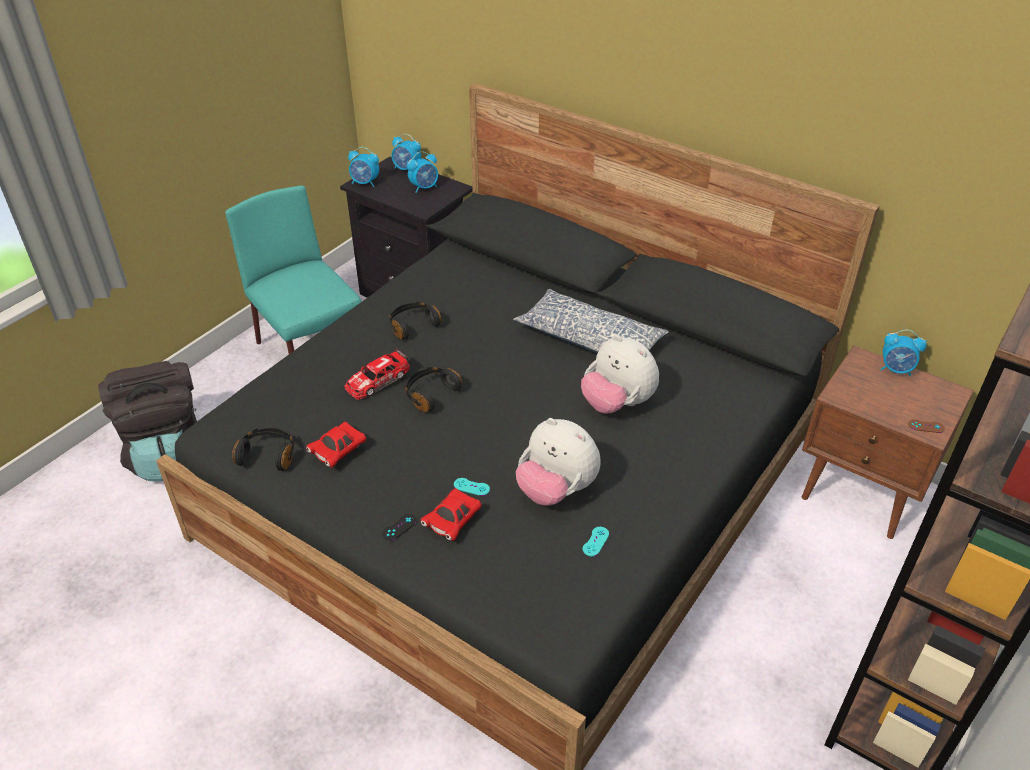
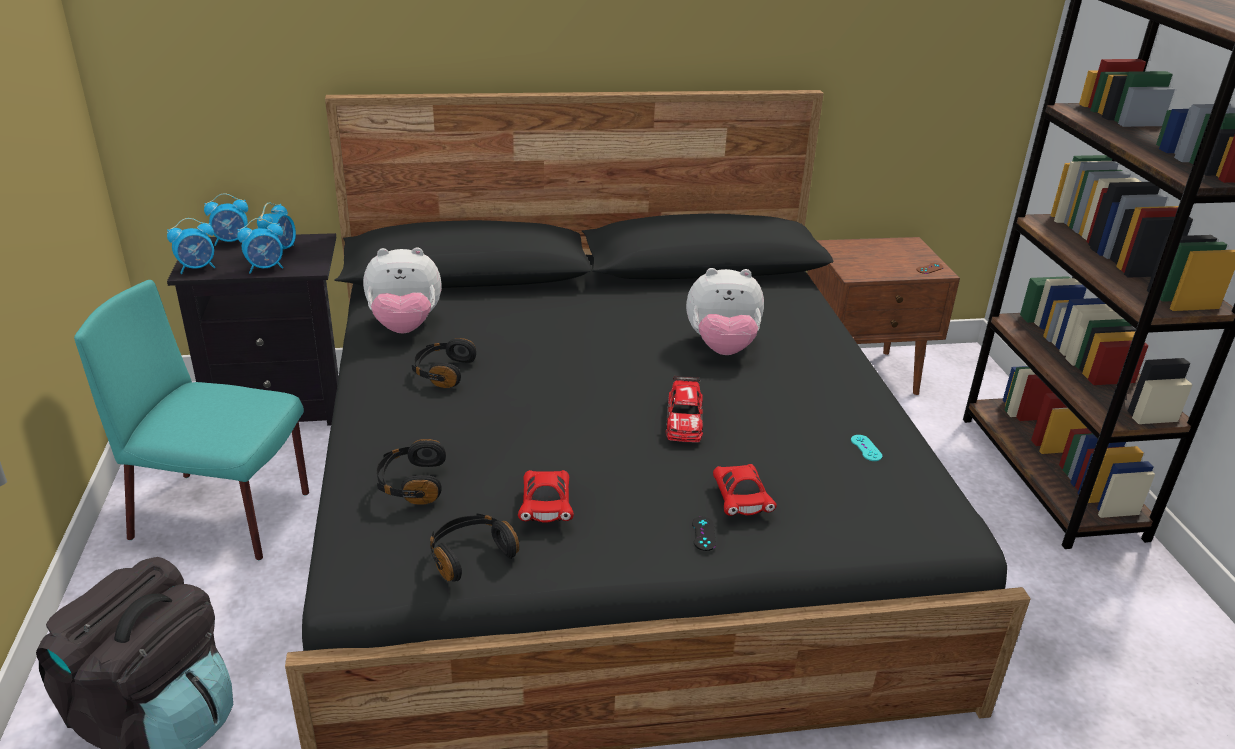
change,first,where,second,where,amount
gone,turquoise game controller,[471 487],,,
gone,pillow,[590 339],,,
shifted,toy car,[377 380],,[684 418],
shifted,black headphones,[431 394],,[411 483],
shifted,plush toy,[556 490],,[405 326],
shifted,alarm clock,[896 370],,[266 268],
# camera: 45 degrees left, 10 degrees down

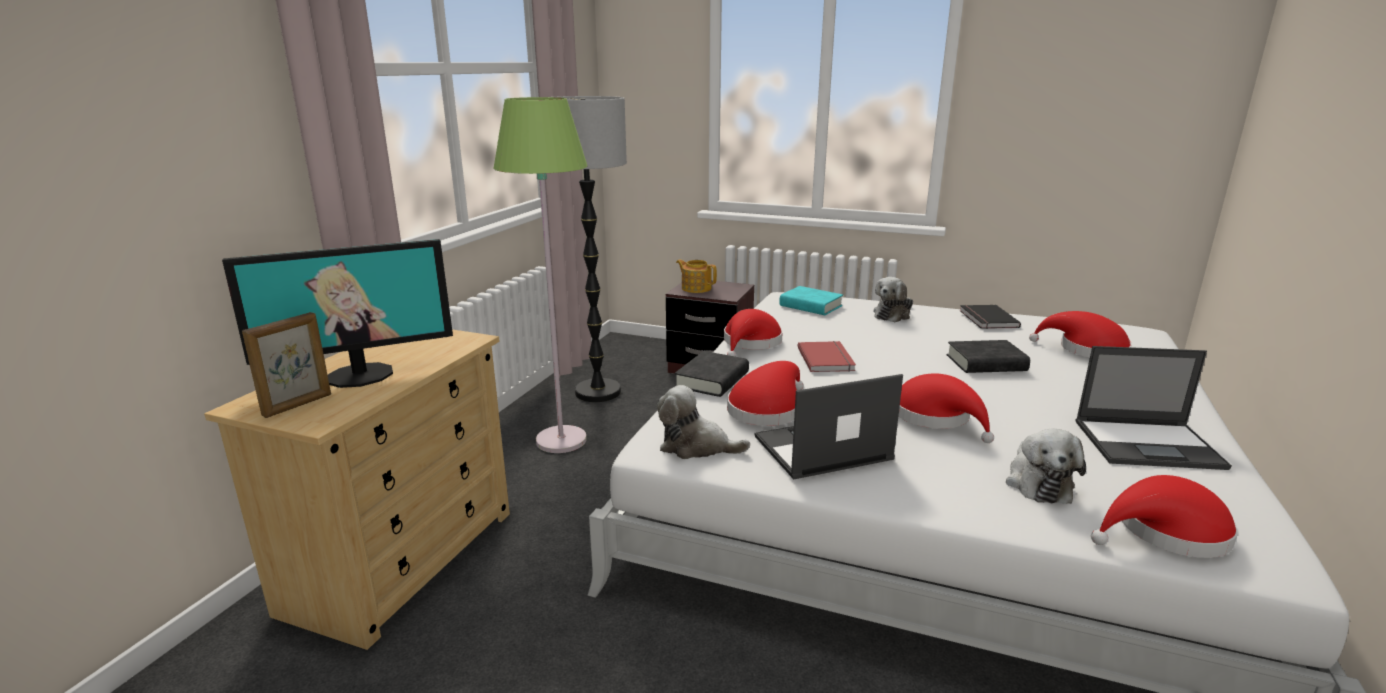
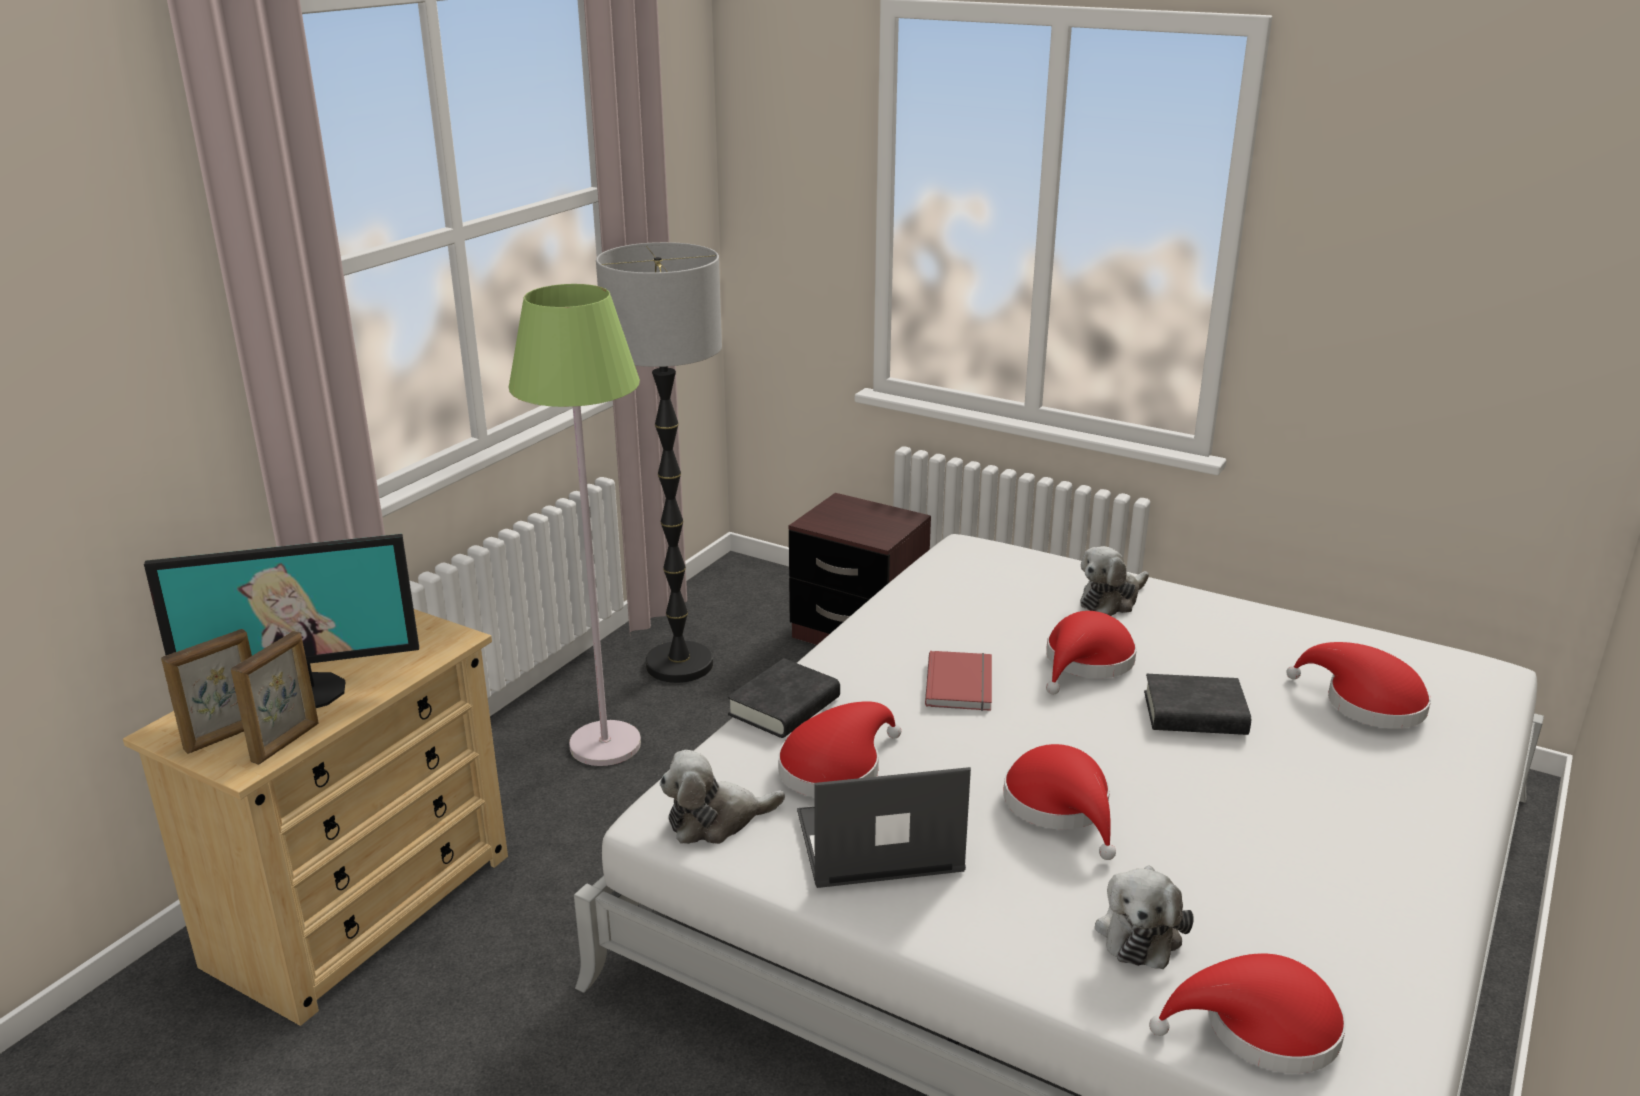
change,first,where,second,where,amount
gone,teapot,[696 288],,,
gone,turquoise book,[810 306],,,
gone,black book,[986 319],,,
gone,laptop,[1149 444],,,
new,,,picture frame,[287 742],
shifted,red hat,[750 343],,[1086 662],
rotated,plush toy,[696 446],,[716 820],45 degrees counterclockwise
# camera: 10 degrees right, 5 degrees up

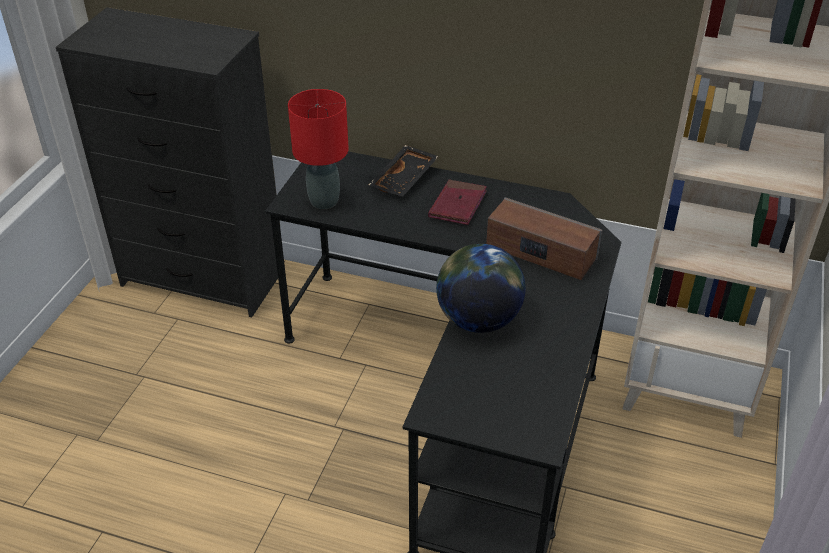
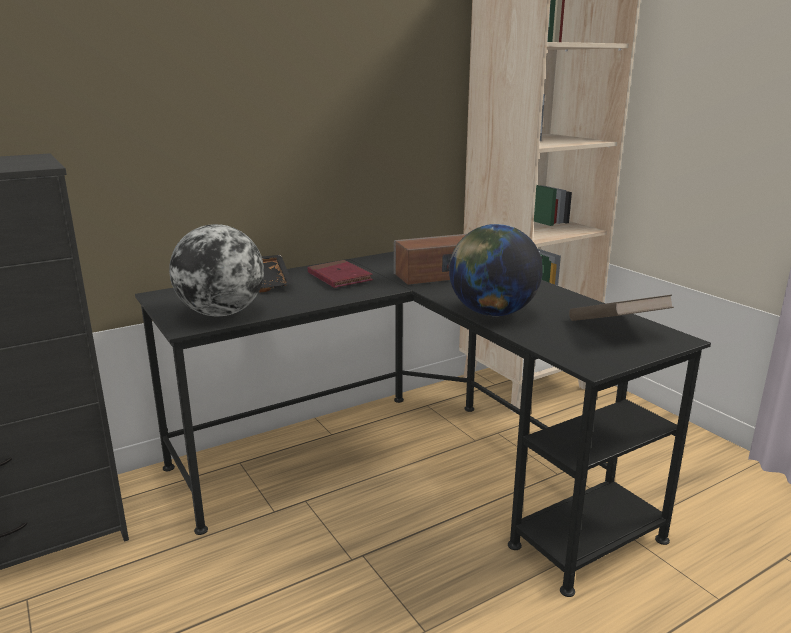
change,first,where,second,where,amount
new,,,brown book,[616 329],
swapped,red table lamp,[324 201],globe,[221 313],
# camera: 50 degrees left, 20 degrees down

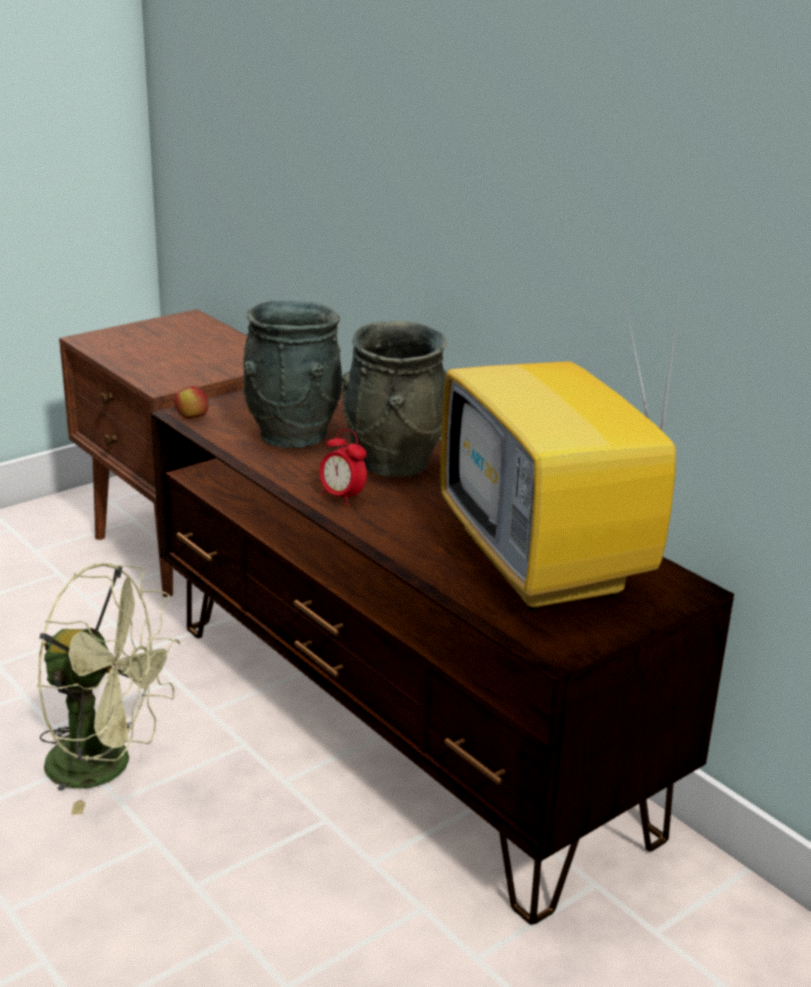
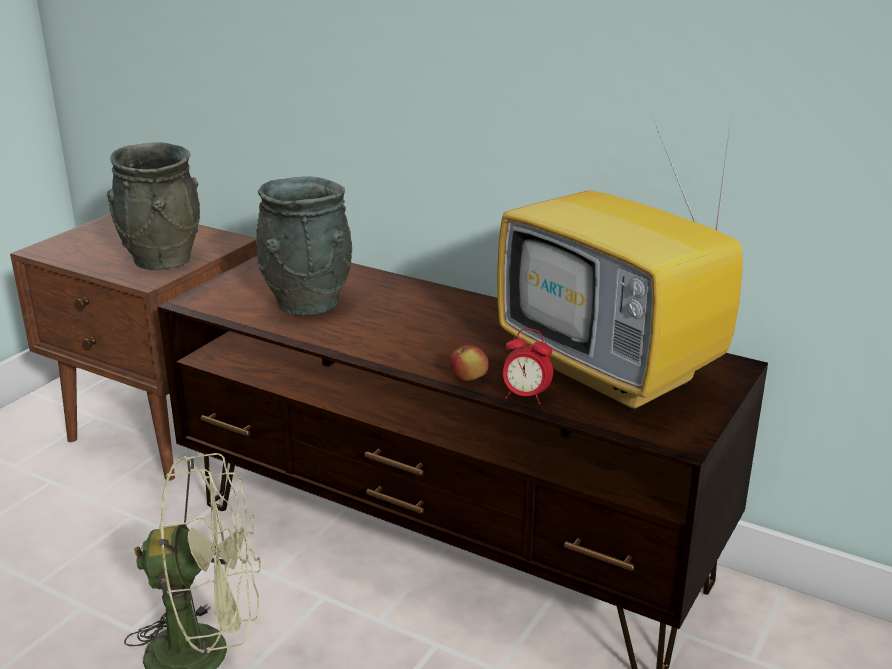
change,first,where,second,where,amount
shifted,apple,[192 418],,[469 379],
shifted,alarm clock,[342 497],,[525 396],
shifted,grey vase,[393 462],,[161 259],
# camera: 20 degrees left, 0 degrees up

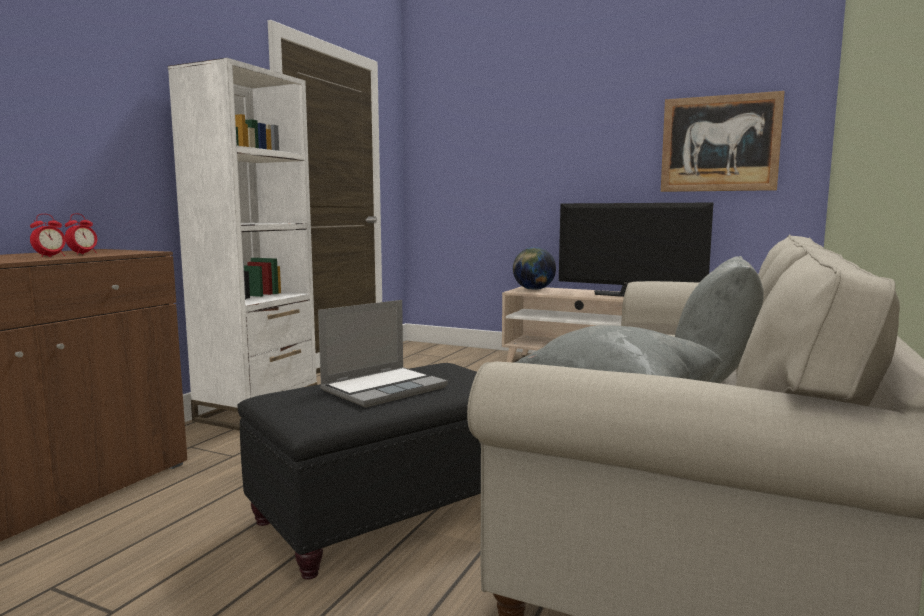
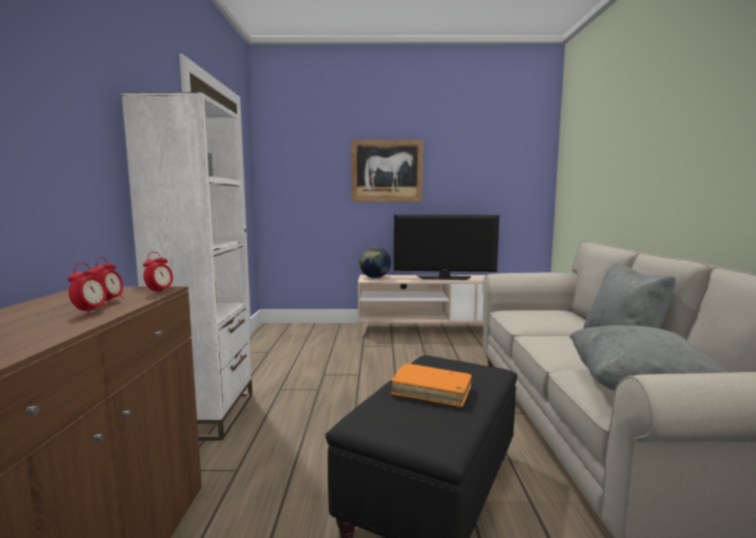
change,first,where,second,where,amount
new,,,alarm clock,[160 292],
shifted,picture,[719 144],,[387 171],
swapped,laptop,[384 388],orange book,[431 392],
# camera: 25 degrees left, 0 degrees up

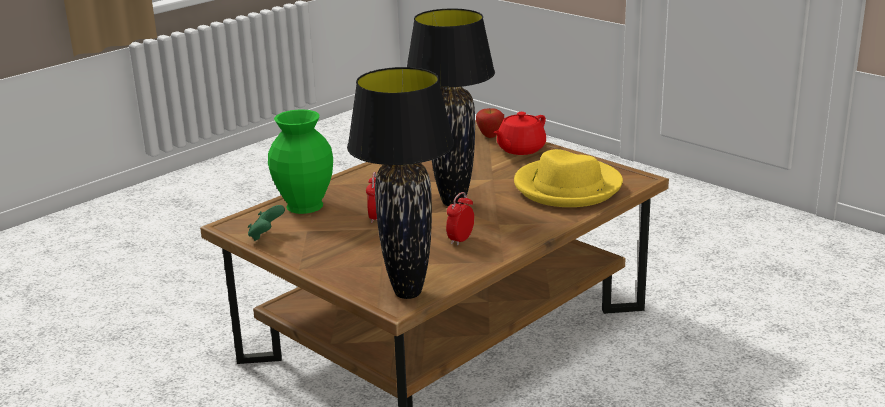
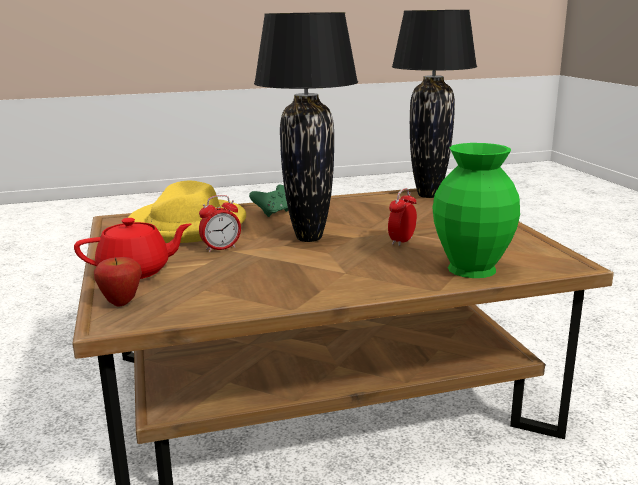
change,first,where,second,where,amount
shifted,green game controller,[266 235],,[273 213],
shifted,alarm clock,[460 240],,[221 248],
# camera: 150 degrees left, 5 degrees down

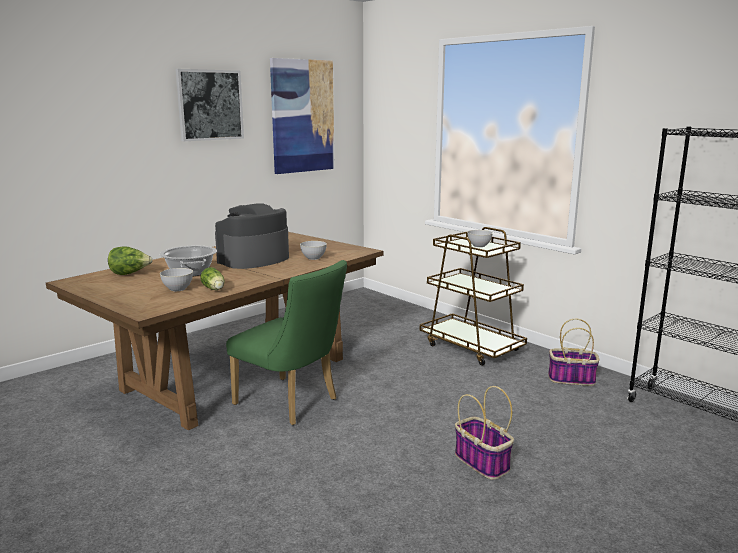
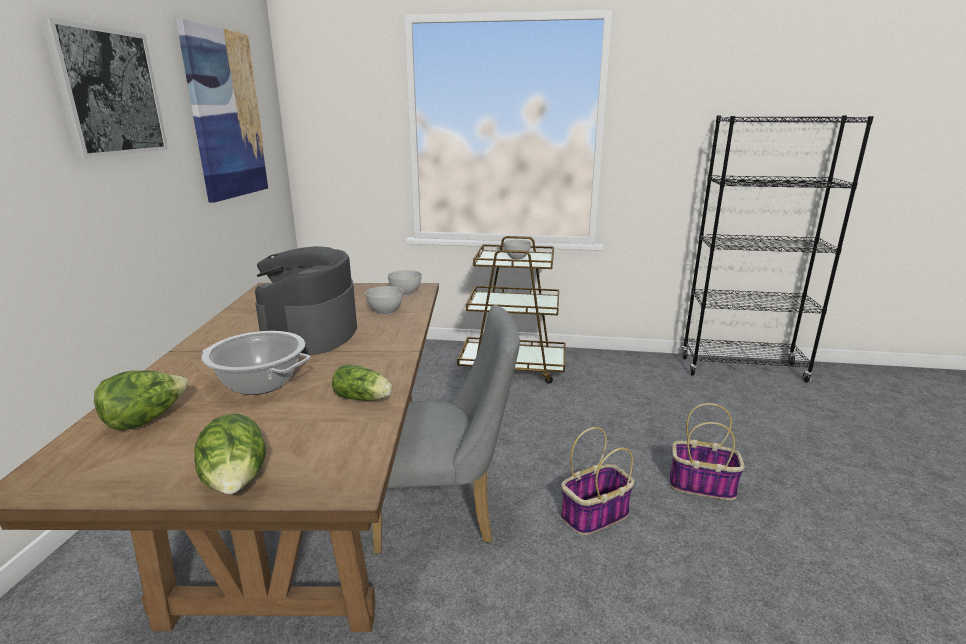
change,first,where,second,where,amount
new,,,lettuce,[236 483],
shifted,grey bowl,[178 289],,[405 292],
shifted,basket,[571 379],,[594 516],
repainted,green chair,[292 403],grey chair,[444 513],
# camera: 40 degrees left, 5 degrees up

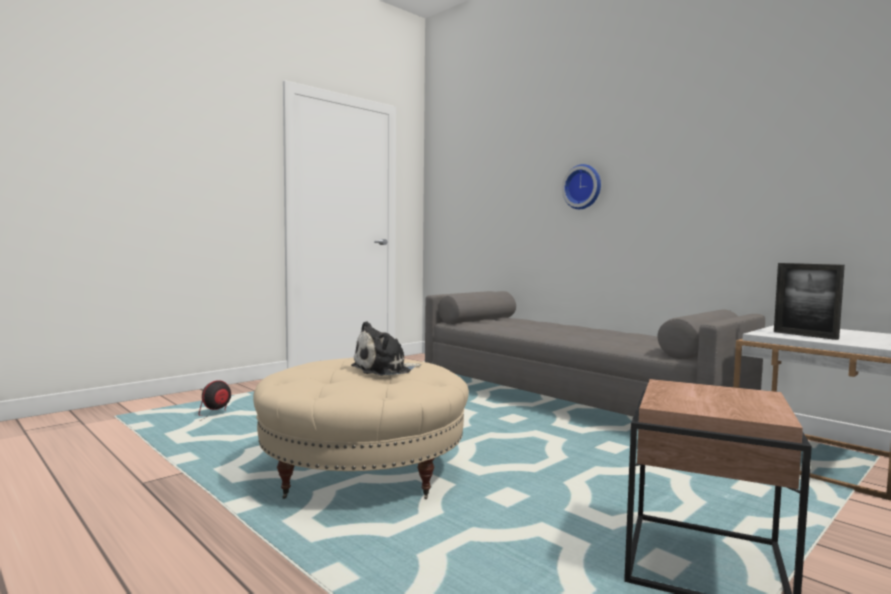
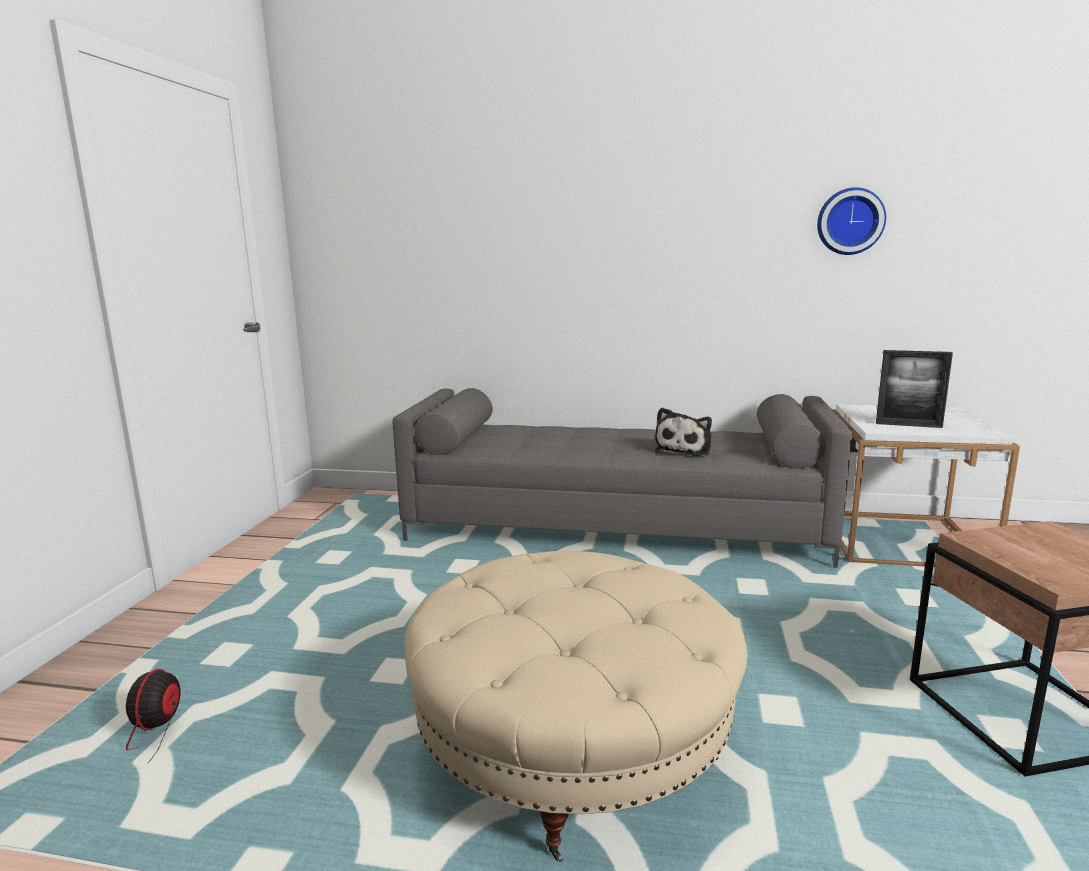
change,first,where,second,where,amount
shifted,plush toy,[385 370],,[685 449],
shifted,wall clock,[583 187],,[849 221],
# camera: 35 degrees left, 10 degrees up

